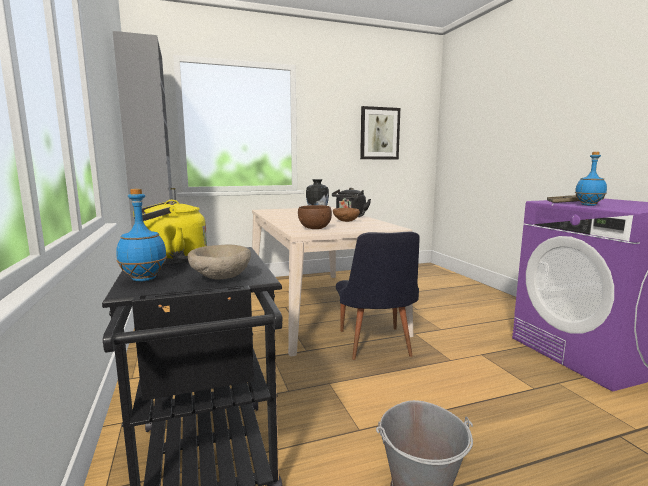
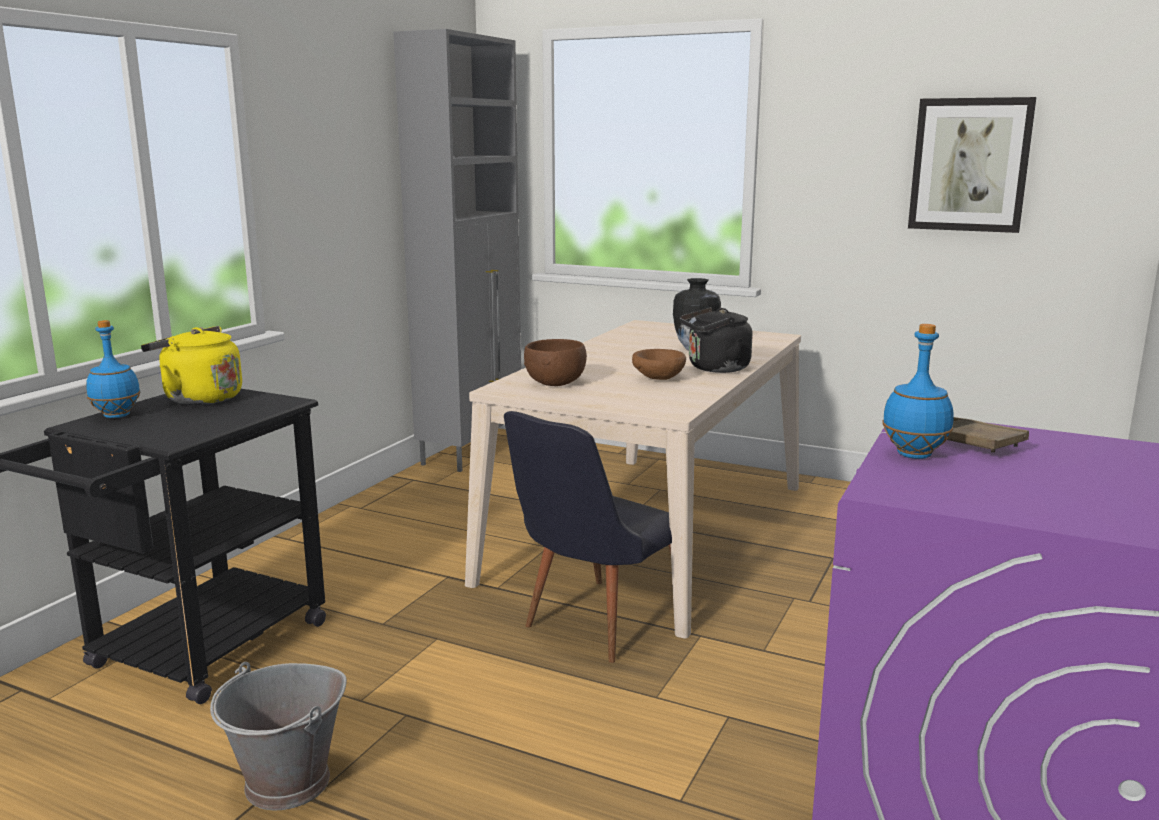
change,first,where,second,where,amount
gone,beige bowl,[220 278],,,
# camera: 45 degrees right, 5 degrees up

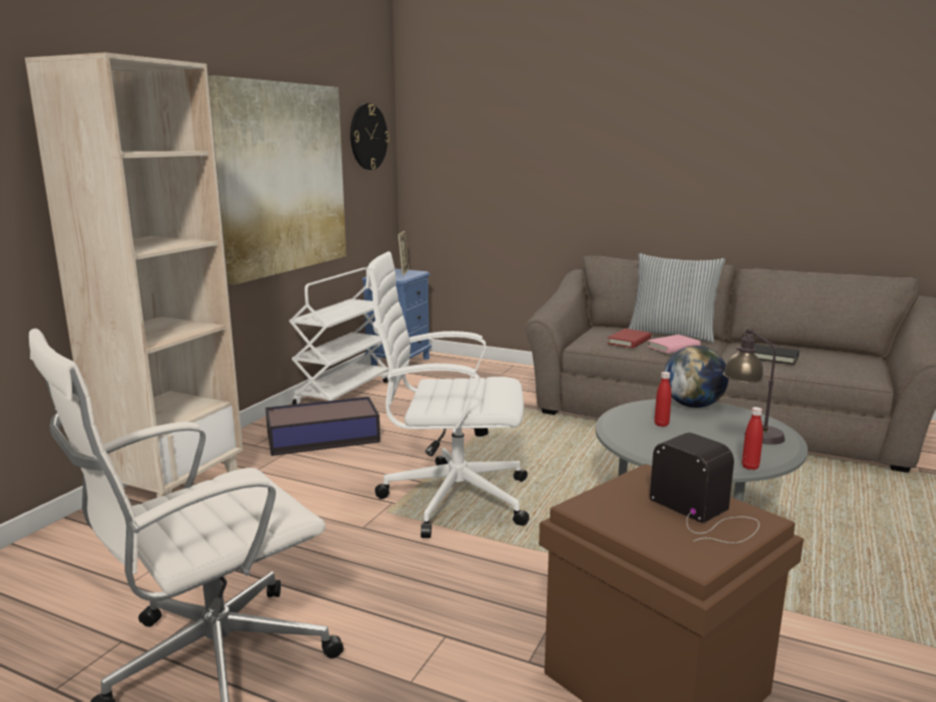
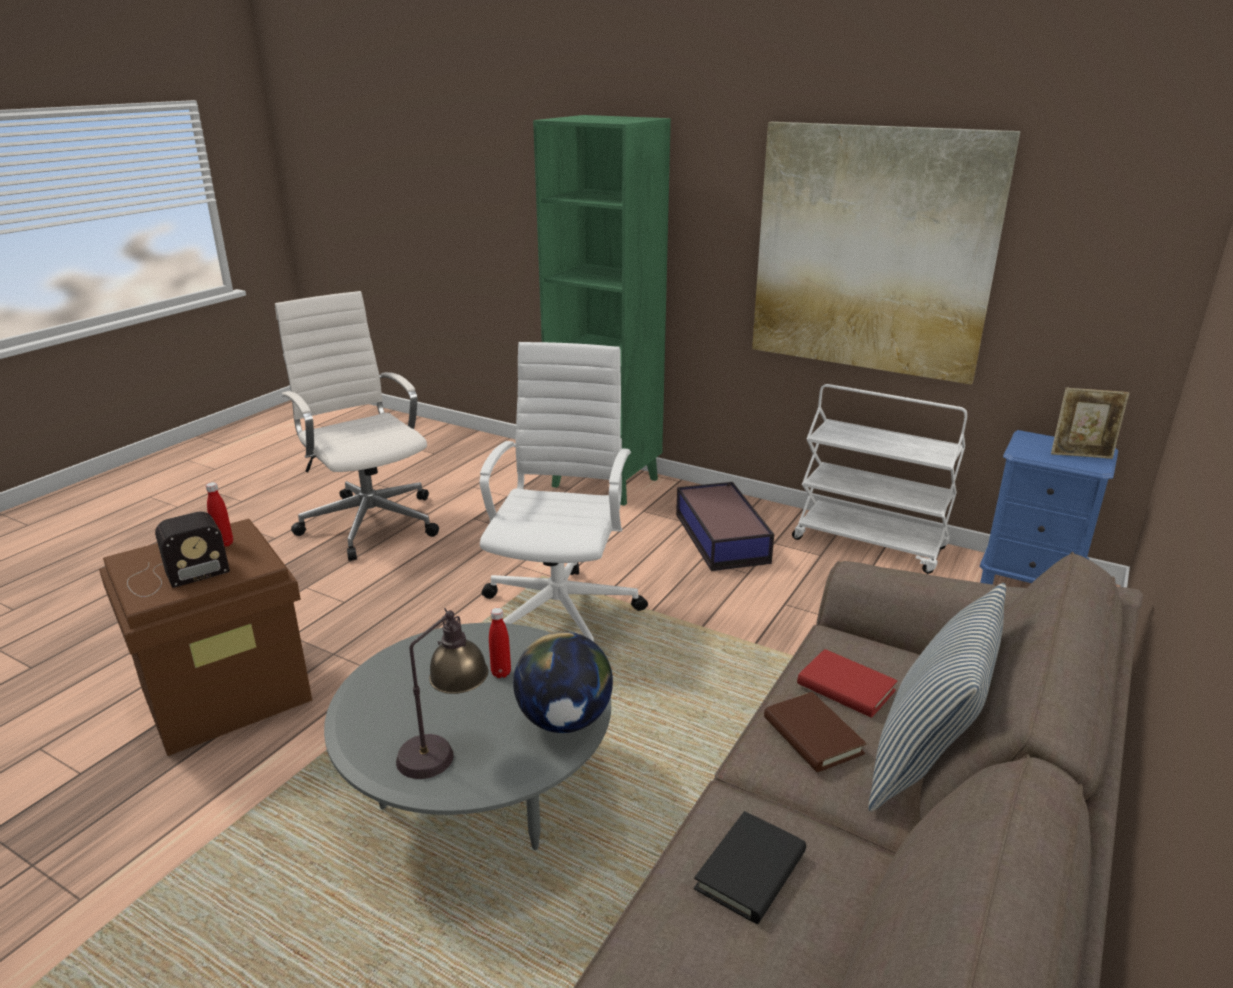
change,first,where,second,where,amount
gone,wall clock,[368 136],,,
shifted,red bottle,[750 467],,[224 544],
repainted,beige bookcase,[173 491],green bookcase,[606 482],
repainted,pink book,[673 347],brown book,[812 736],
# camera: 95 degrees right, 10 degrees up

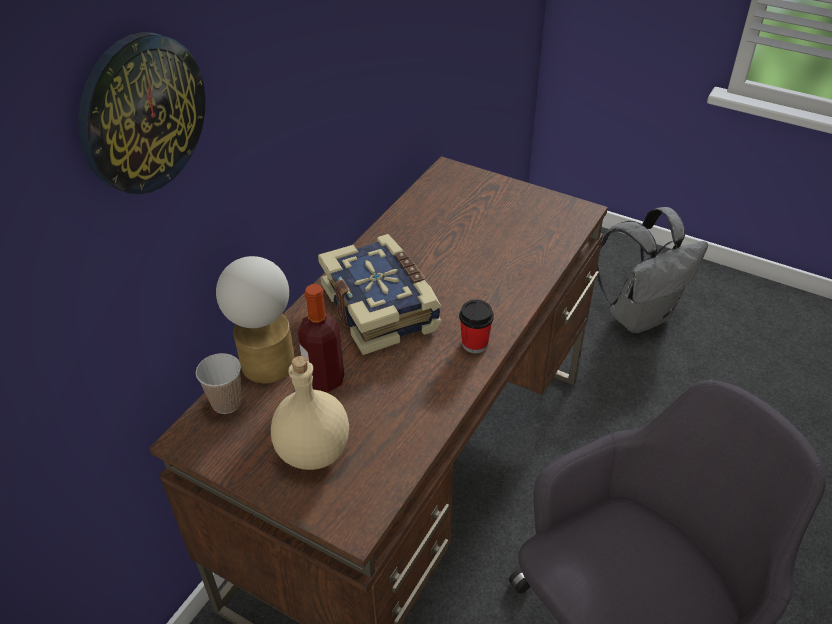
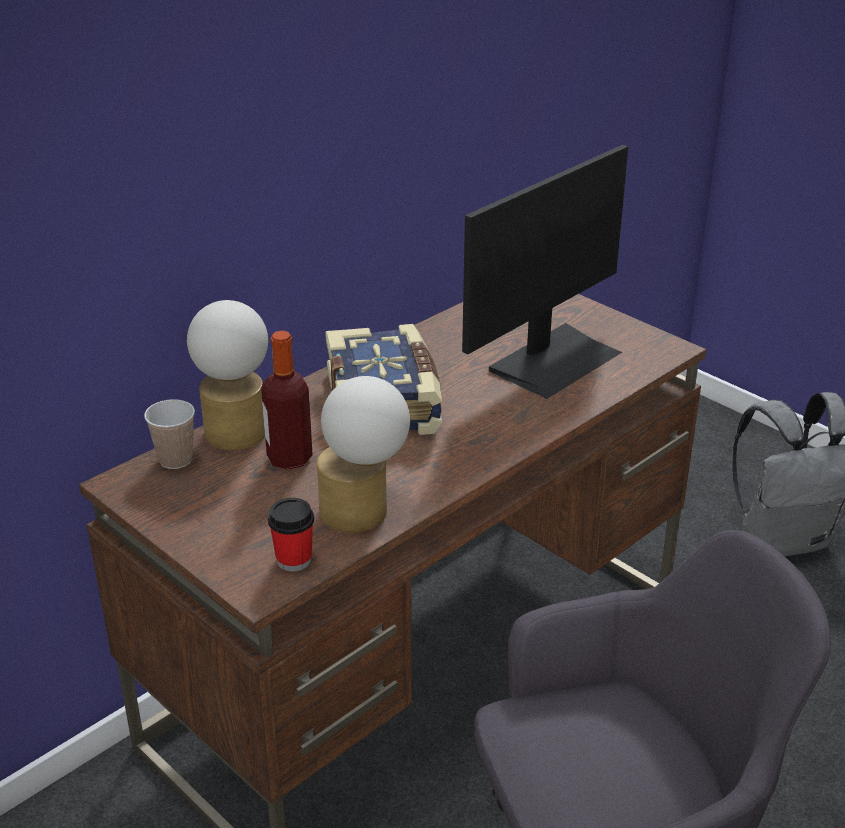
change,first,where,second,where,amount
gone,wall clock,[141 114],,,
gone,beige bottle,[312 453],,,
new,,,table lamp,[364 511],
new,,,monitor,[554 359],
shifted,cup,[474 344],,[294 560],
# camera: 15 degrees right, 10 degrees down

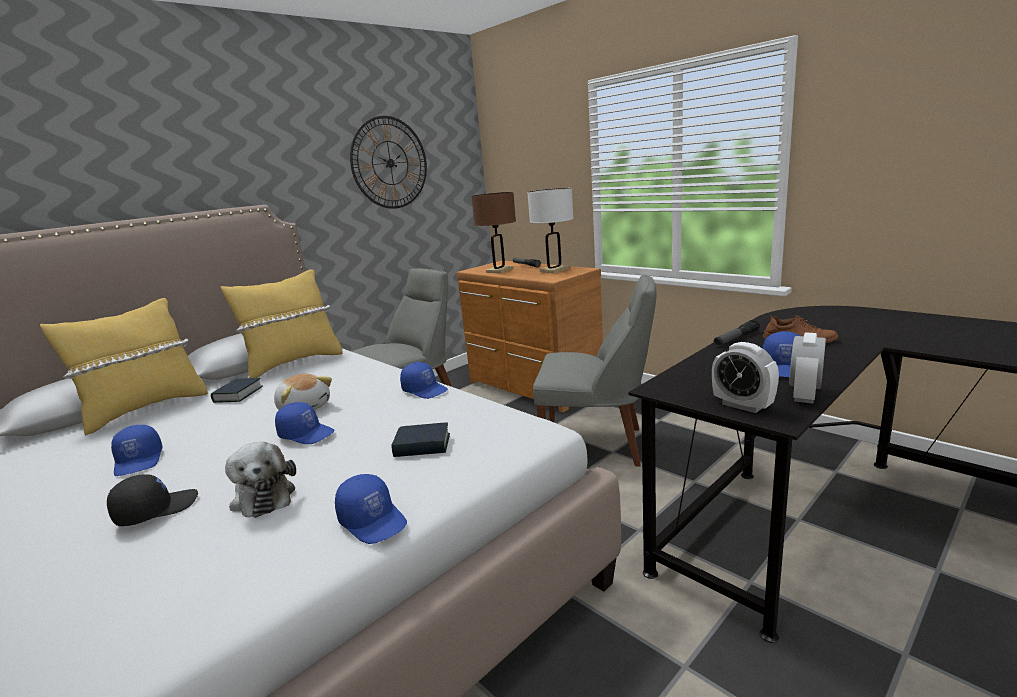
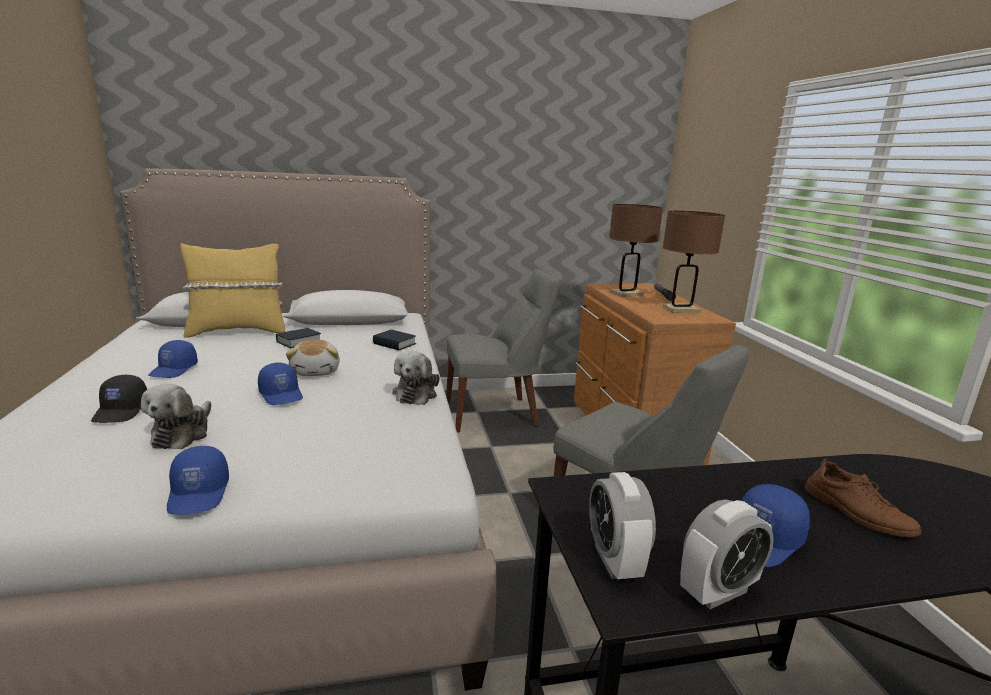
change,first,where,second,where,amount
gone,yellow pillow,[294 363],,,
gone,wall clock,[390 163],,,
gone,flashlight,[736 338],,,
shifted,book,[422 446],,[394 344],
swapped,blue cap,[425 390],plush toy,[416 393],
repainted,white table lamp,[554 270],brown table lamp,[681 309],
rotated,black cap,[156 509],,[122 411],90 degrees clockwise
# camera: 30 degrees right, 0 degrees up

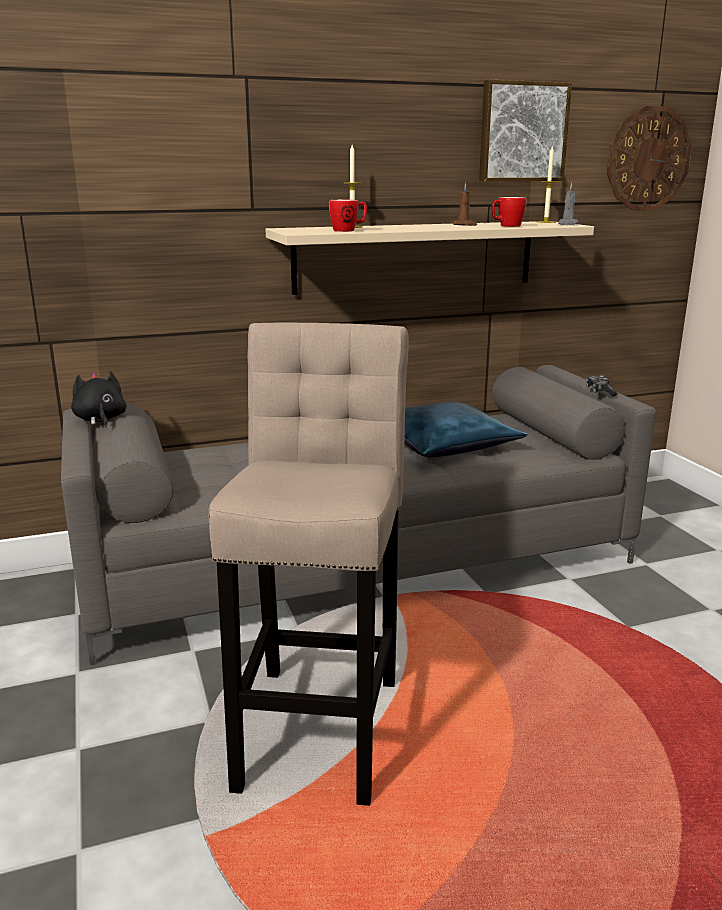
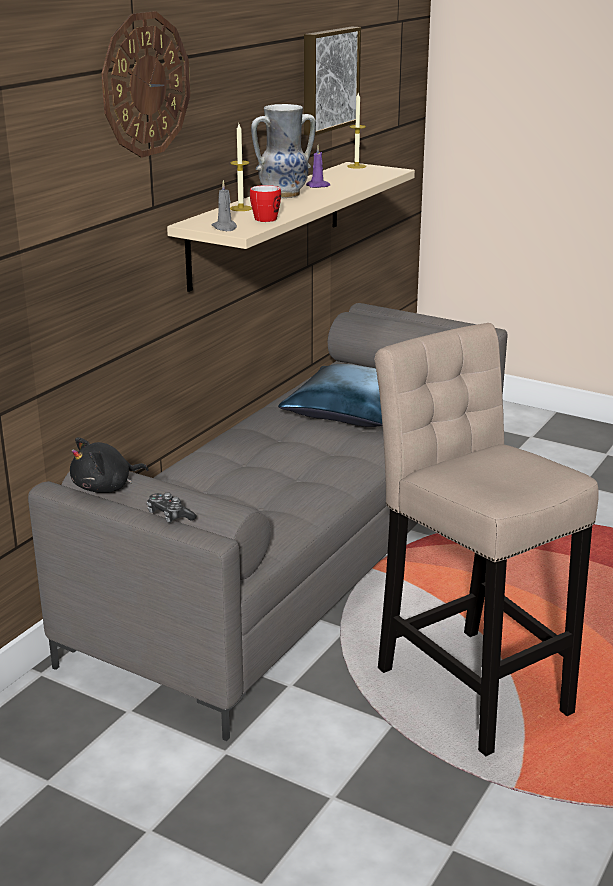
change,first,where,second,where,amount
gone,mug,[506 226],,,
new,,,vase,[283 195],
shifted,grey candle,[567 224],,[225 228],
shifted,game controller,[599 392],,[169 515],
shifted,wall clock,[648 159],,[145 85],
repainted,brown candle,[464 225],purple candle,[318 186],
rotated,black plush toy,[100 420],,[106 487],60 degrees counterclockwise
# camera: 40 degrees left, 5 degrees up

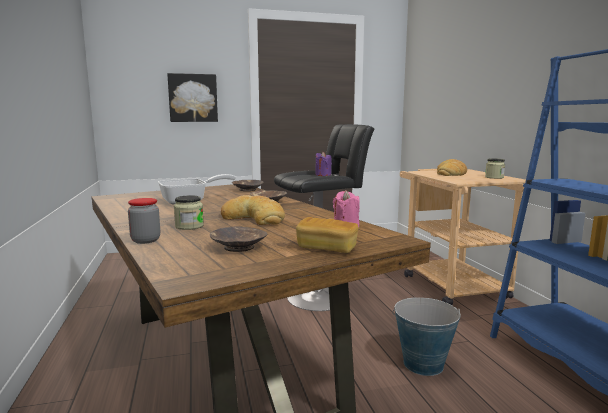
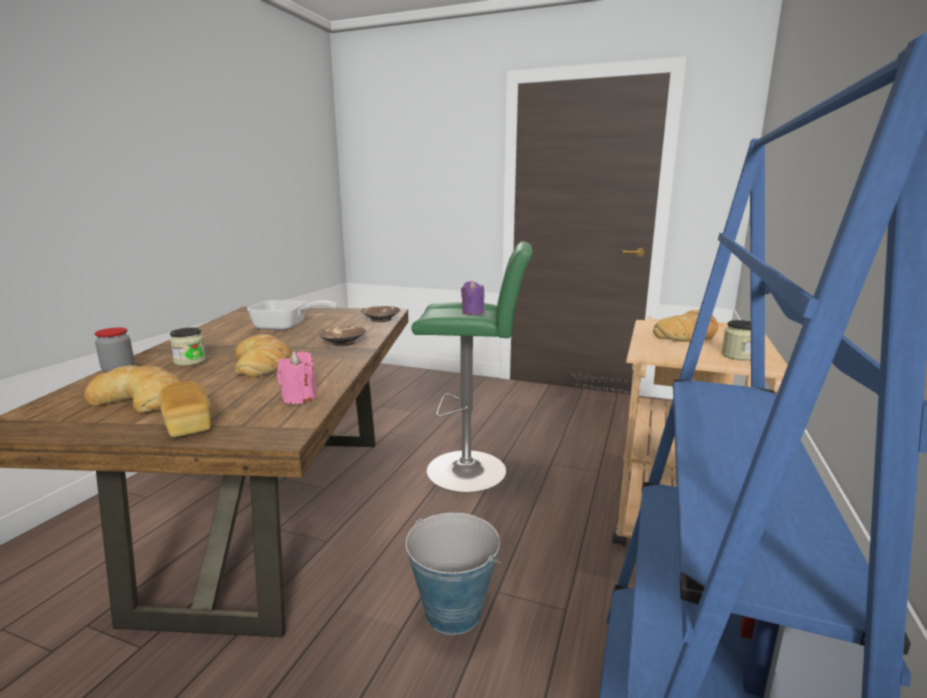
change,first,where,second,where,amount
gone,picture,[193 98],,,
swapped,brown bowl,[238 247],bread,[141 399],
repainted,black stool,[321 296],green stool,[472 470],
# camera: 35 degrees right, 5 degrees up

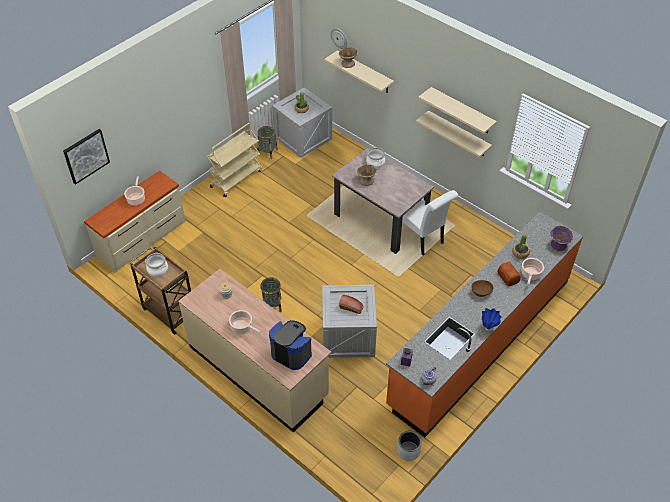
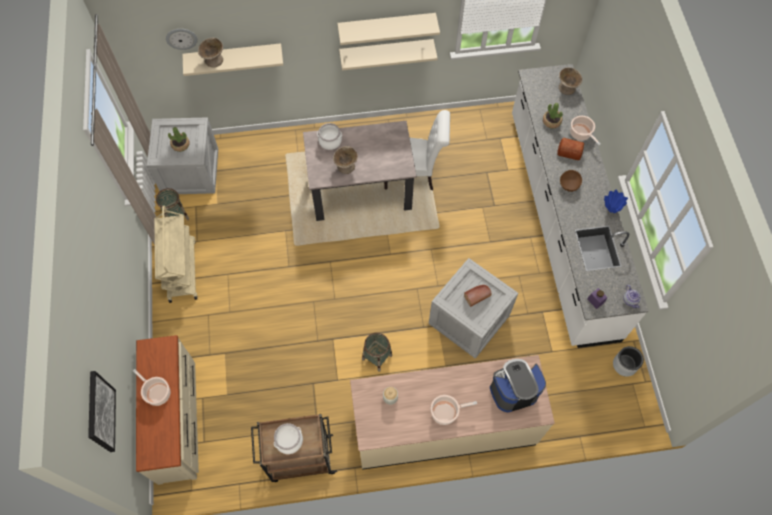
change,first,where,second,where,amount
repainted,orange counter,[480 340],white counter,[560 222],
repainted,purple bowl,[558 244],beige bowl,[566 88],
# camera: 50 degrees left, 15 degrees up

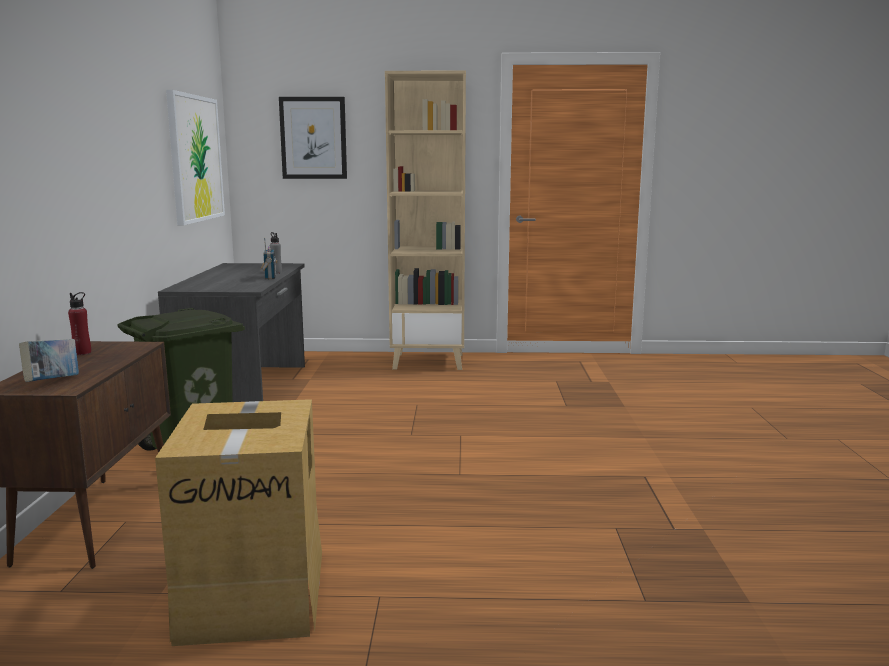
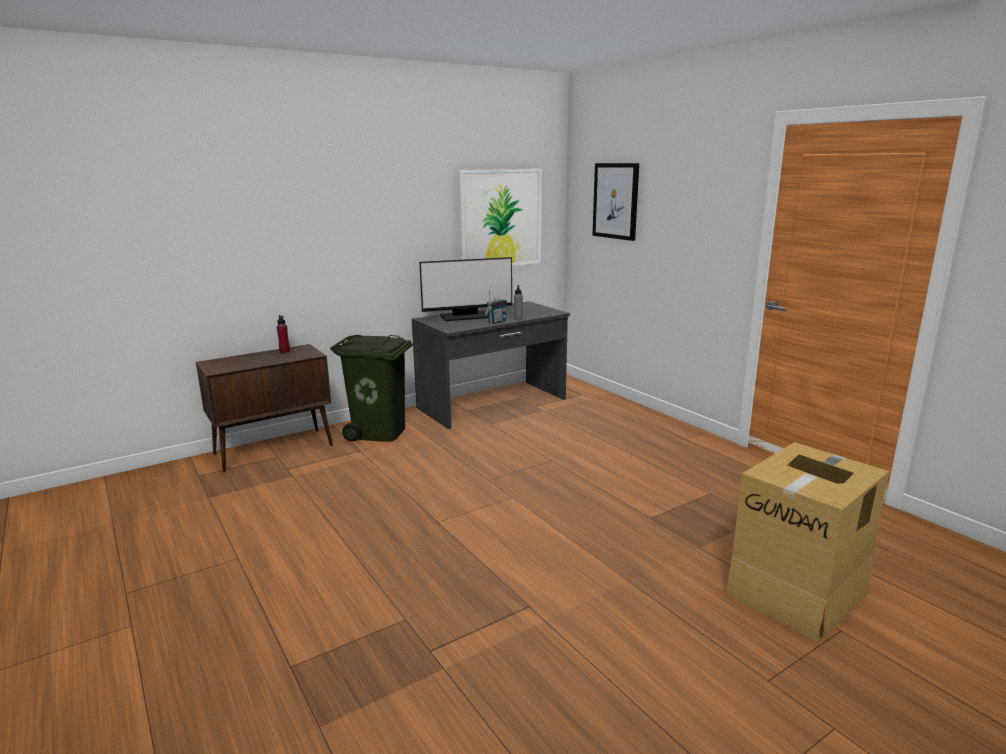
change,first,where,second,where,amount
gone,book,[53 382],,,
gone,beige bookcase,[429 361],,,
new,,,monitor,[466 316],
shifted,cardboard box,[254 592],,[798 591],
# camera: 55 degrees right, 5 degrees up

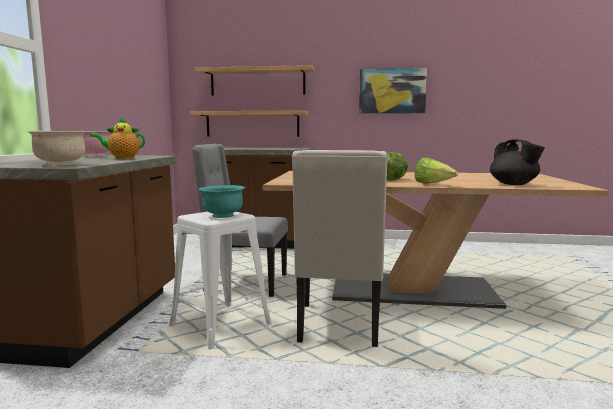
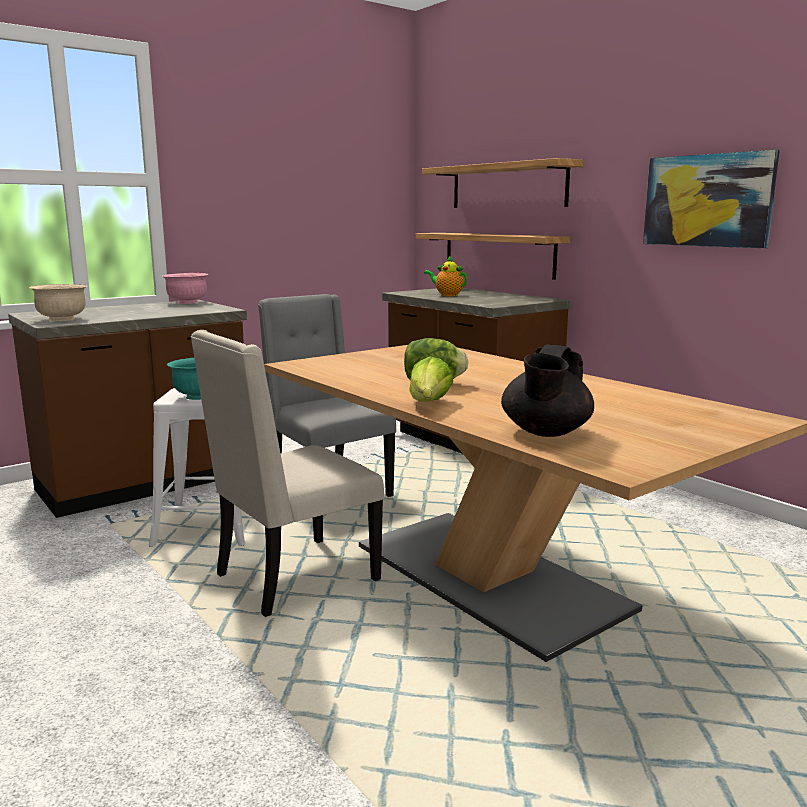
change,first,where,second,where,amount
shifted,teapot,[122 158],,[447 295],
# camera: 45 degrees right, 5 degrees up

